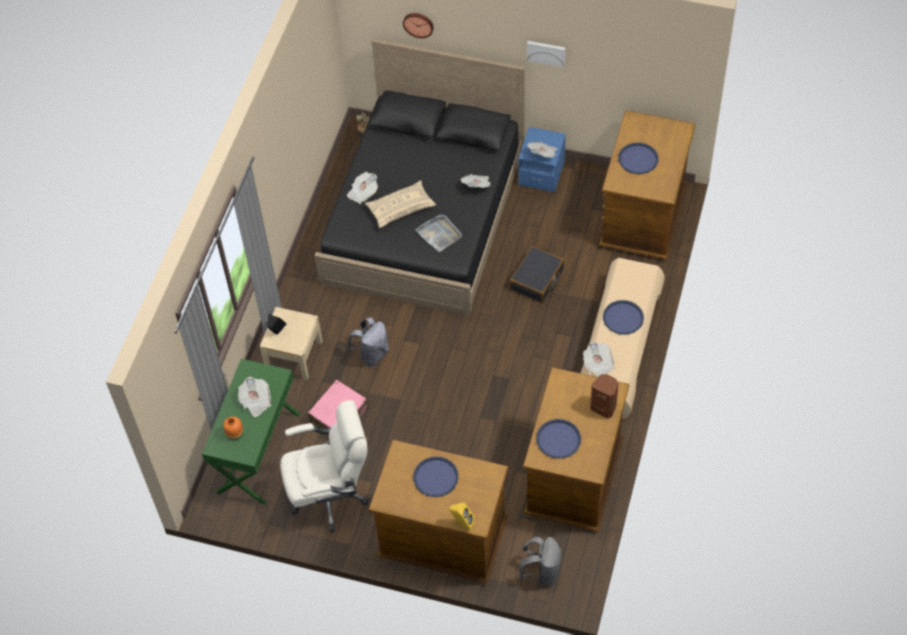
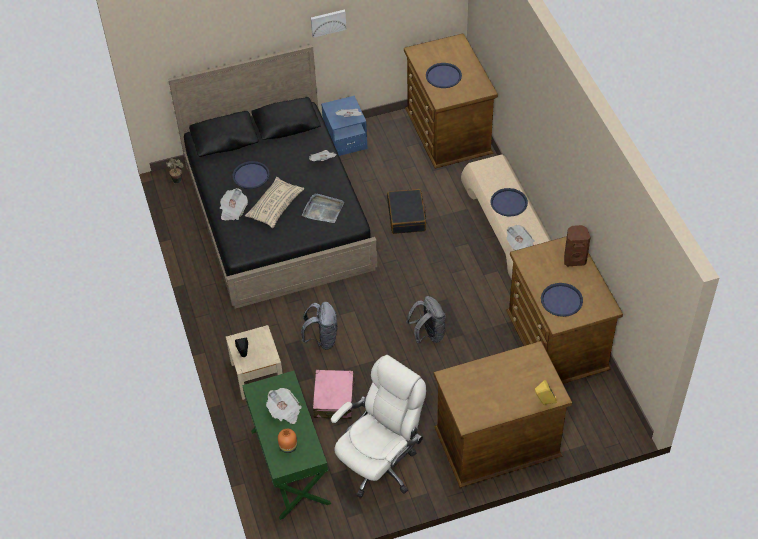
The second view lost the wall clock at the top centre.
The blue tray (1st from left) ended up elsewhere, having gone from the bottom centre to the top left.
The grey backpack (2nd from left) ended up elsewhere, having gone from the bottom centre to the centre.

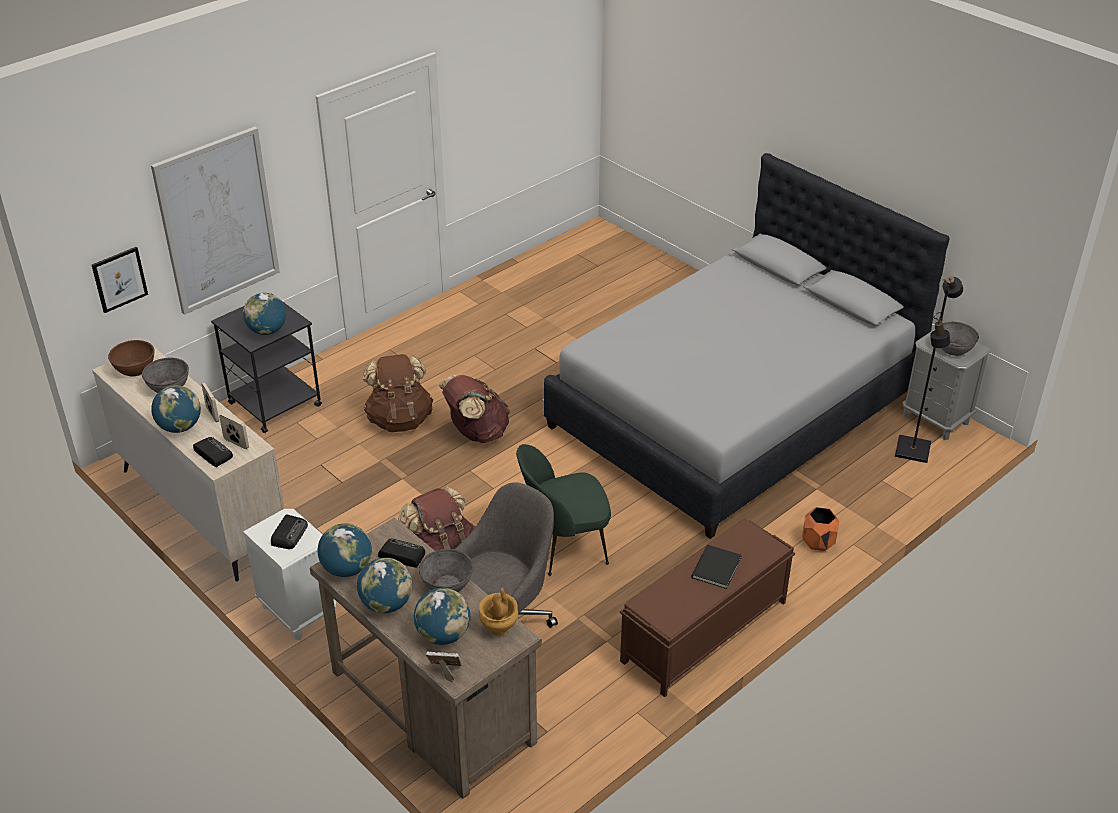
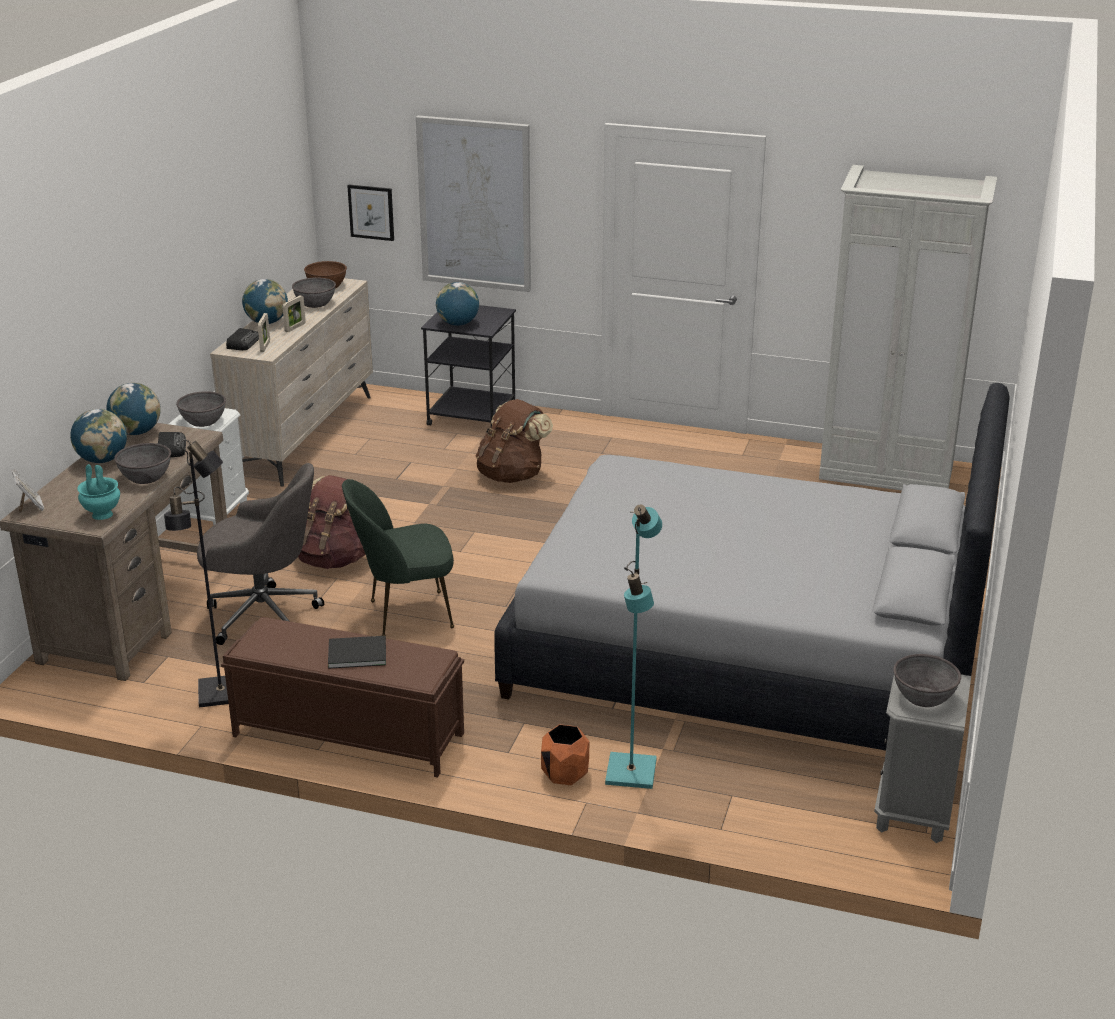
The second view lost the globe (5th from left) at the bottom centre.
The second view lost the brown backpack (3rd from left) at the centre.
The second view gained the turquoise floor lamp at the centre.
The second view gained the white wardrobe at the top right.
The black floor lamp ended up elsewhere, having gone from the middle right to the middle left.
Where the radio (2nd from left) stood at the middle left, the grey bowl (2nd from left) came to stand at the middle left.
What was the brown vase at the bottom centre turned into the turquoise vase at the middle left.
The green chair at the centre ended up facing another way, 60 degrees counterclockwise from before.

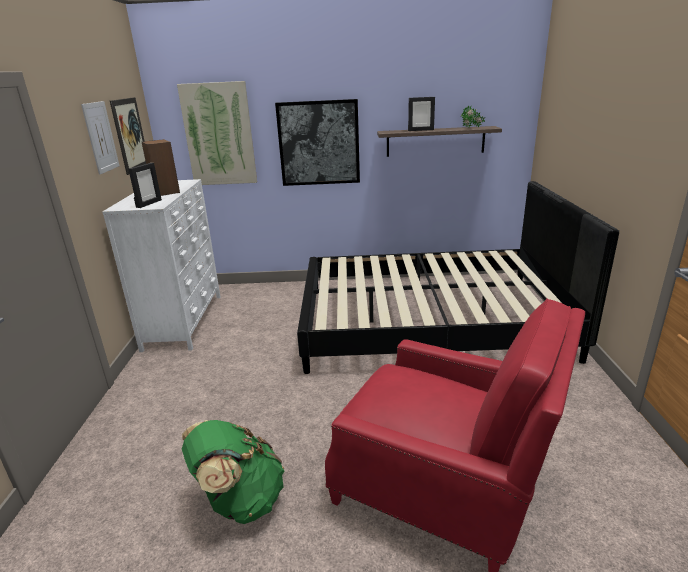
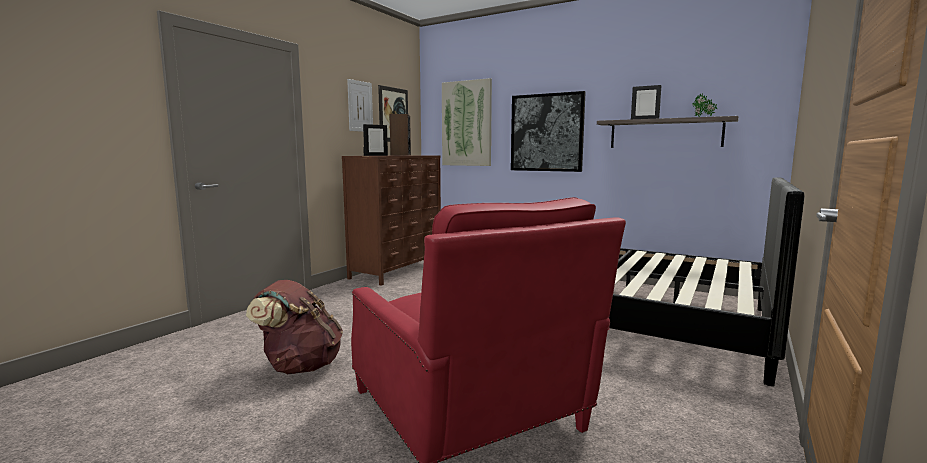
What was the white dresser at the middle left turned into the brown dresser at the centre.
What was the green backpack at the bottom centre turned into the brown backpack at the bottom left.

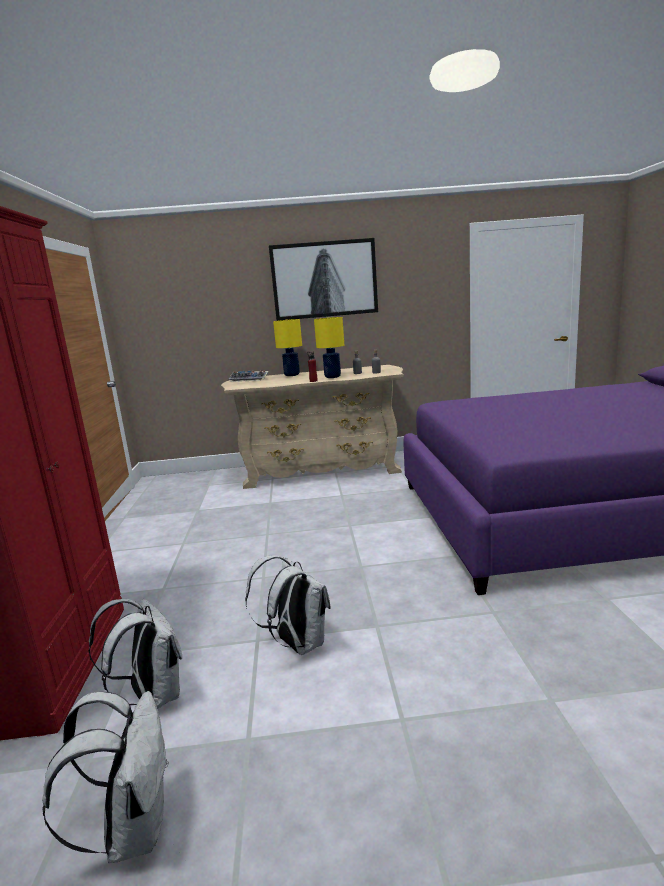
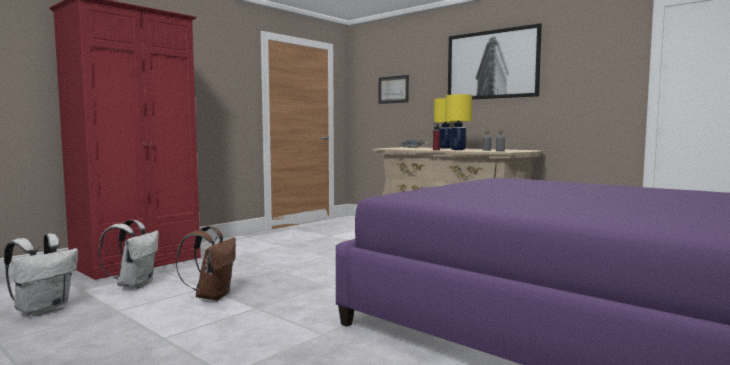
The second view gained the picture (1st from left) at the top centre.
What was the white backpack (3rd from left) at the bottom centre turned into the brown backpack at the bottom left.

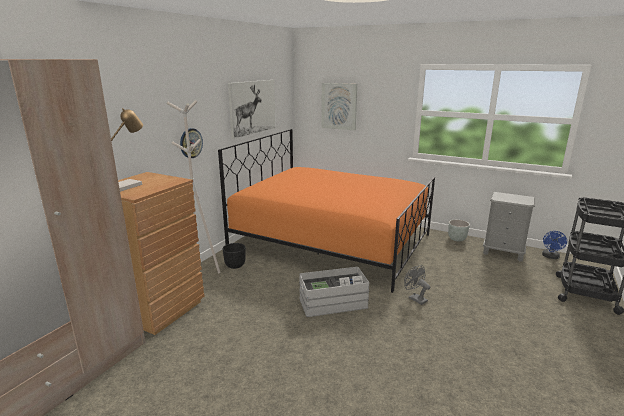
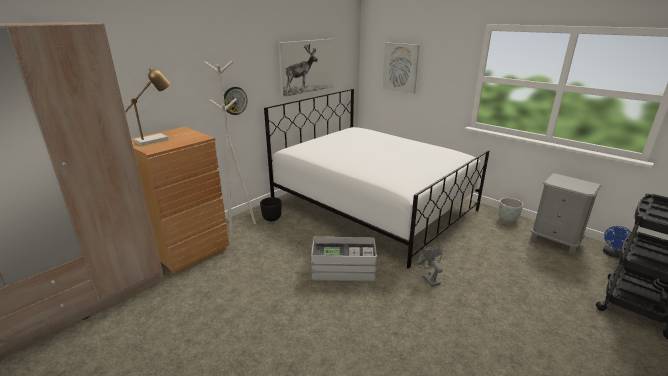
What was the orange bed at the centre turned into the white bed at the centre.

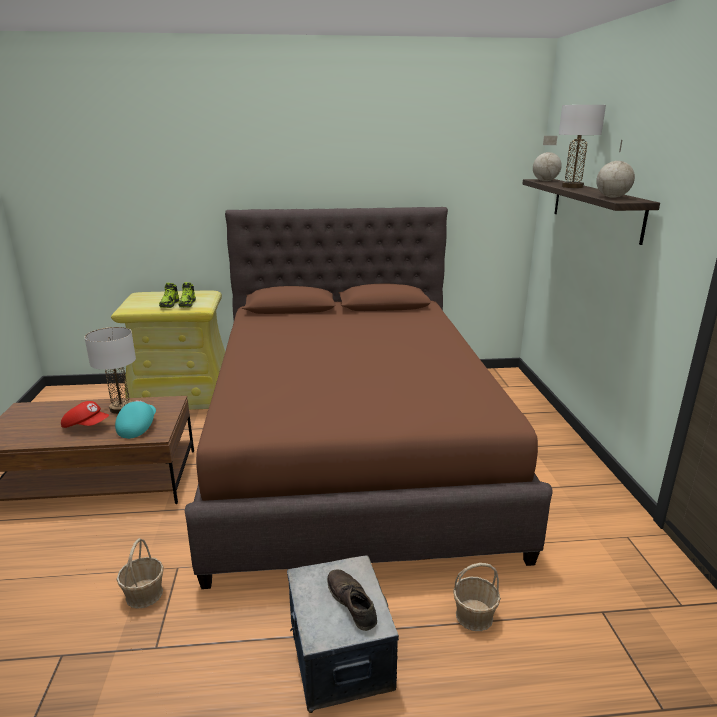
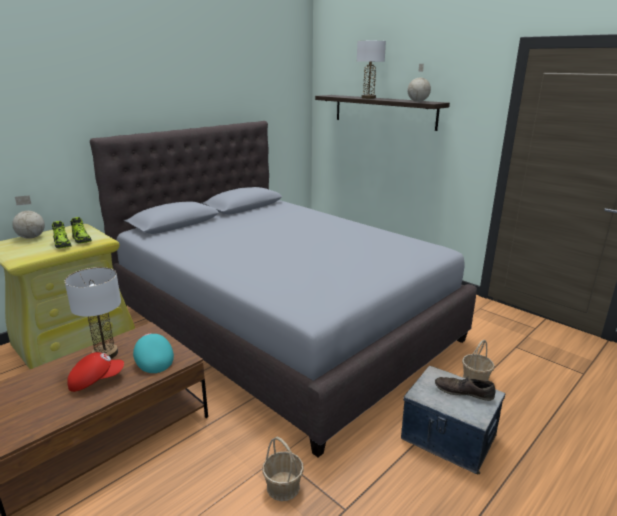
The globe (1st from left) ended up elsewhere, having gone from the top right to the middle left.
What was the brown bed at the centre turned into the grey bed at the centre.

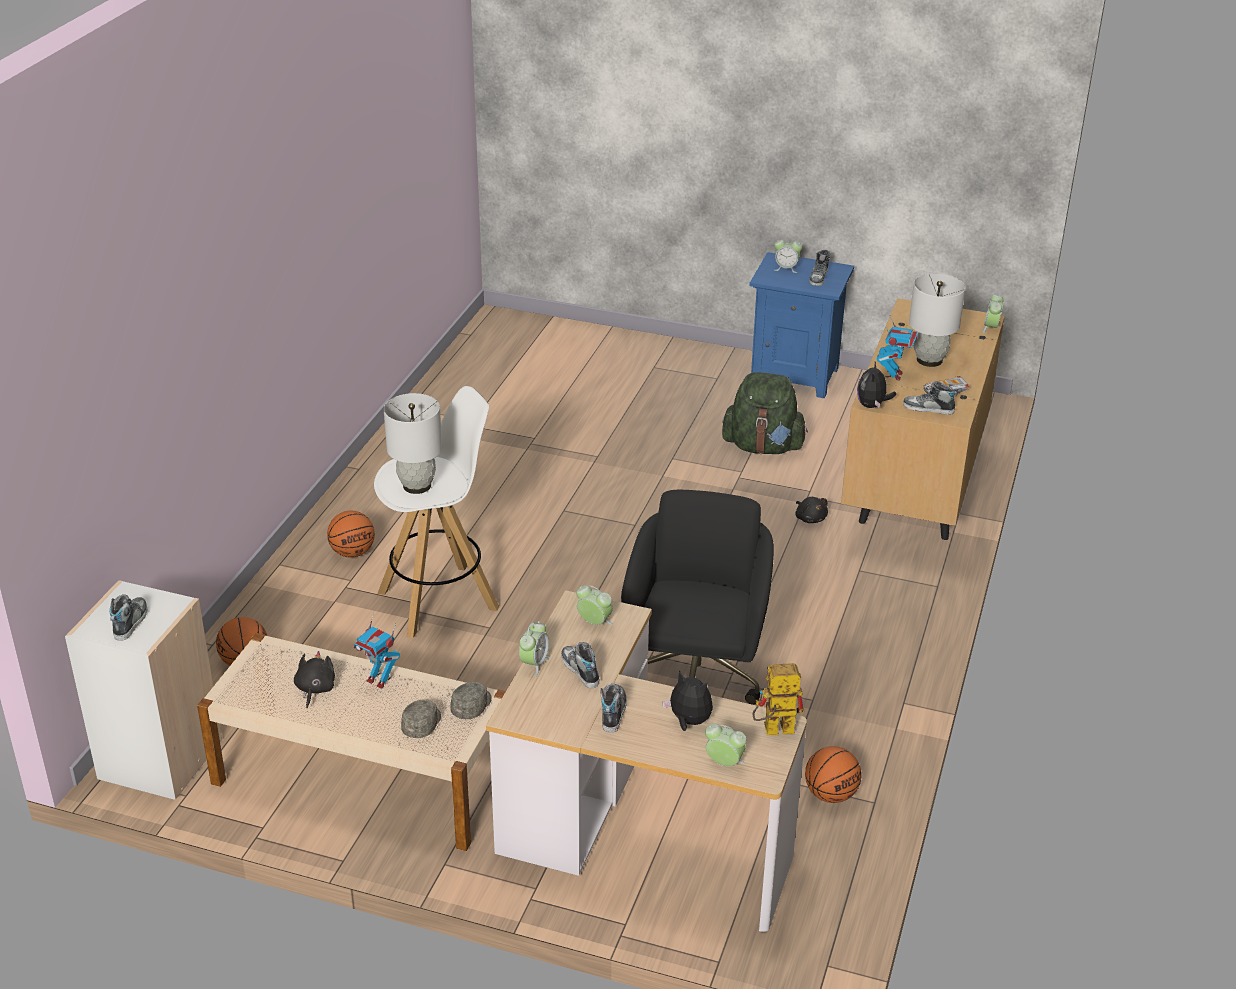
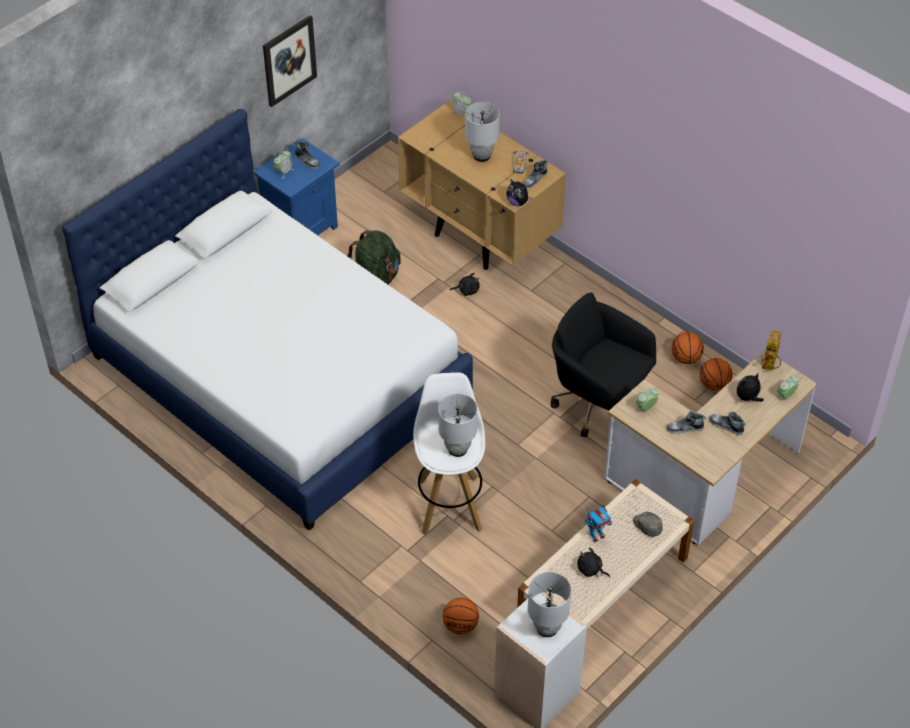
The second view lost the grey cap (2nd from left) at the bottom centre.
The second view lost the alarm clock (1st from left) at the centre.
The second view lost the toy robot (3rd from left) at the middle right.
The second view gained the white bed at the middle left.
The second view gained the picture at the top left.
The basketball (2nd from left) ended up elsewhere, having gone from the middle left to the middle right.
Where the shoe (1st from left) stood at the middle left, the white table lamp (3rd from left) came to stand at the bottom centre.

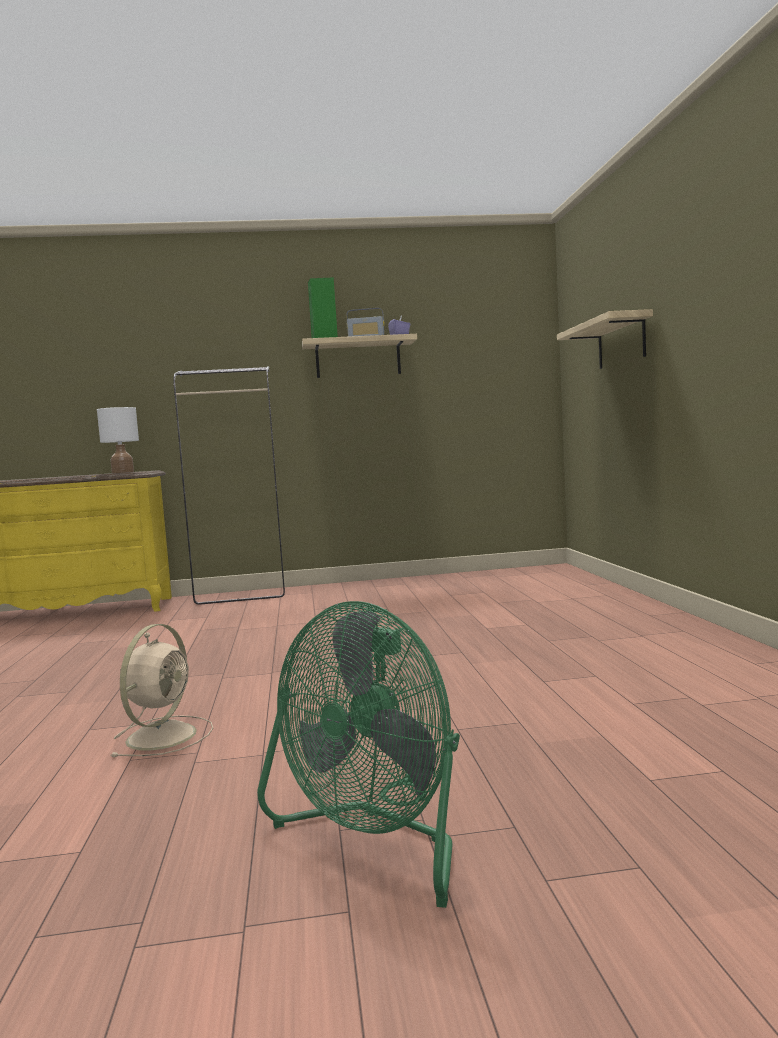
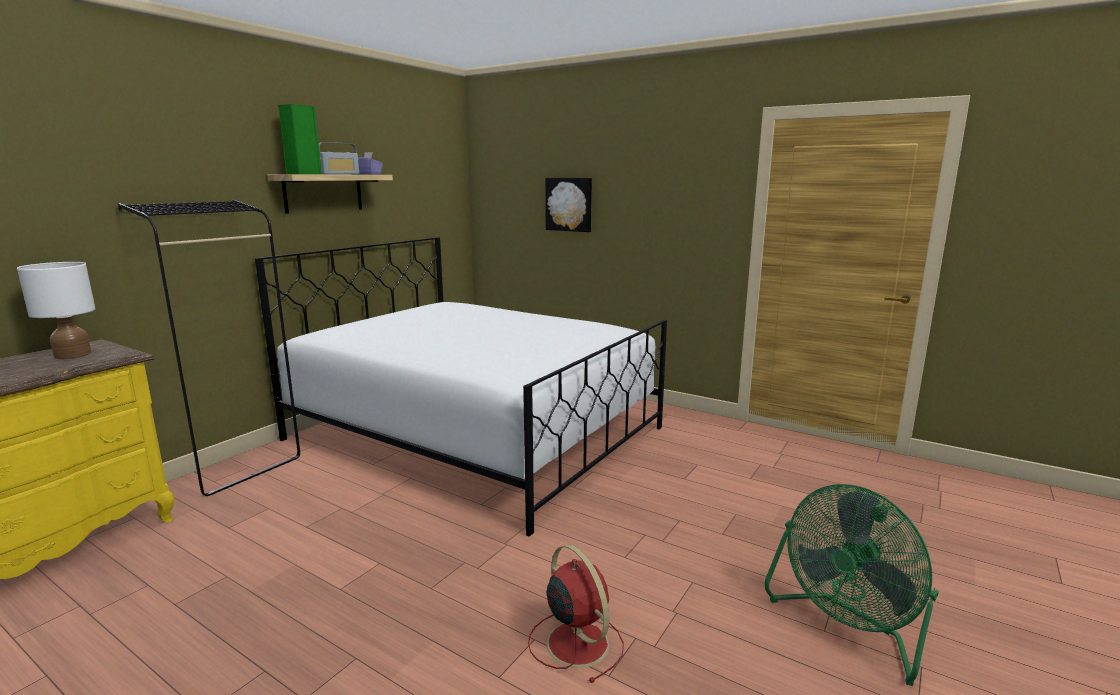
The second view gained the white bed at the centre.
Where the shelf (2nd from left) hung at the top right, the picture came to hang at the top centre.
What was the beige fan at the middle left turned into the red fan at the bottom centre.
The green fan at the bottom centre ended up facing another way, 60 degrees clockwise from before.

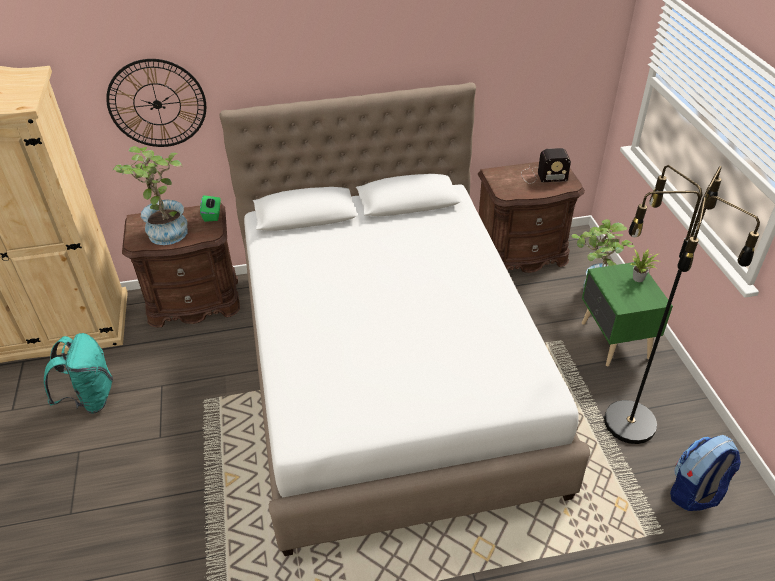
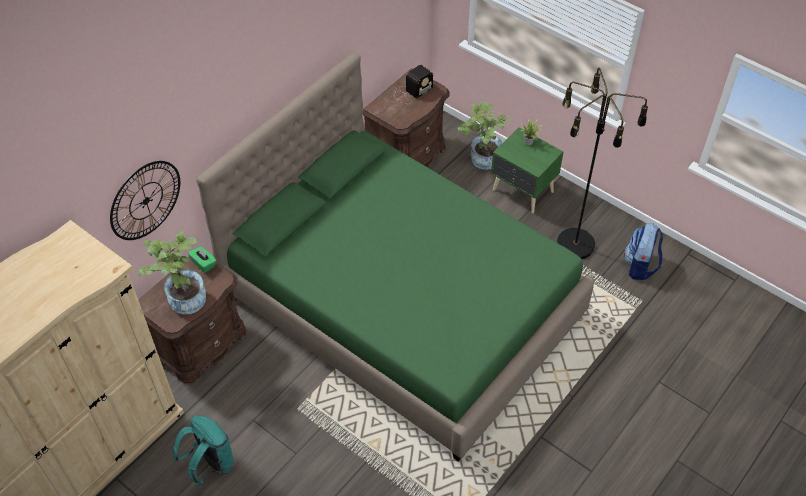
What was the white bed at the centre turned into the green bed at the centre.

